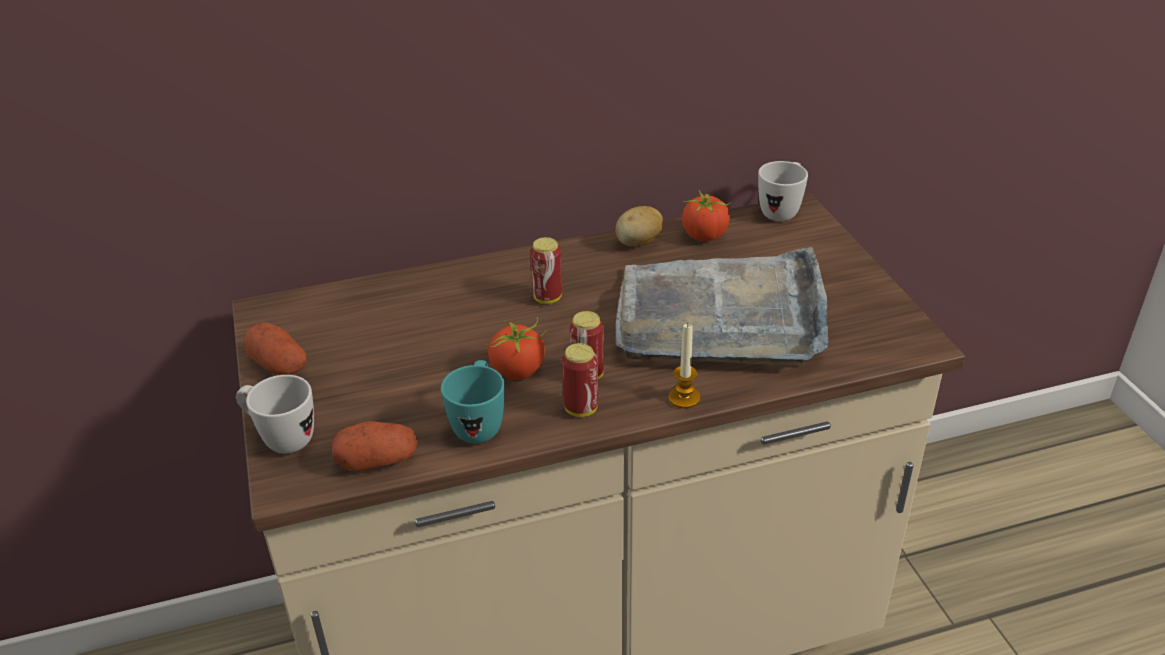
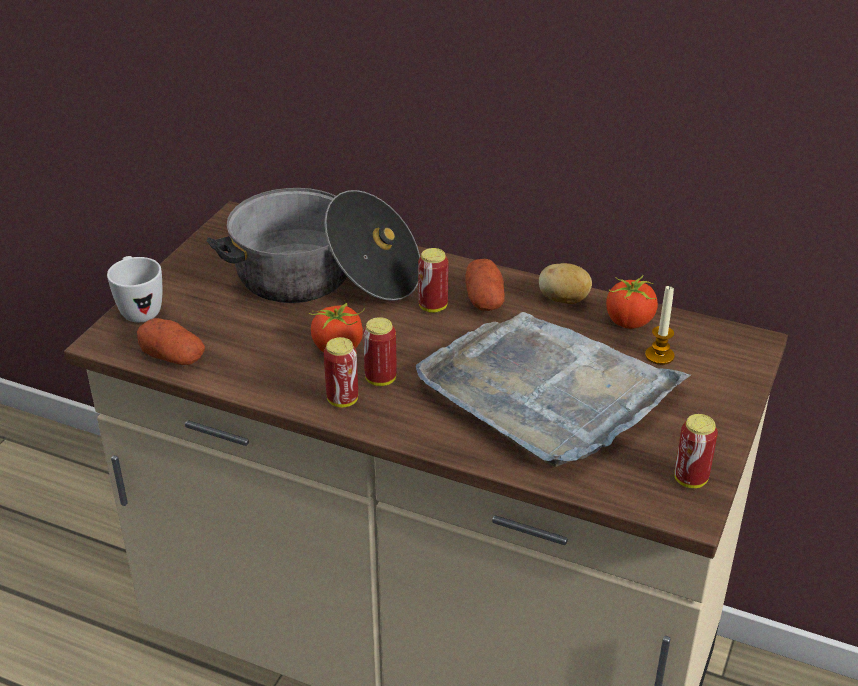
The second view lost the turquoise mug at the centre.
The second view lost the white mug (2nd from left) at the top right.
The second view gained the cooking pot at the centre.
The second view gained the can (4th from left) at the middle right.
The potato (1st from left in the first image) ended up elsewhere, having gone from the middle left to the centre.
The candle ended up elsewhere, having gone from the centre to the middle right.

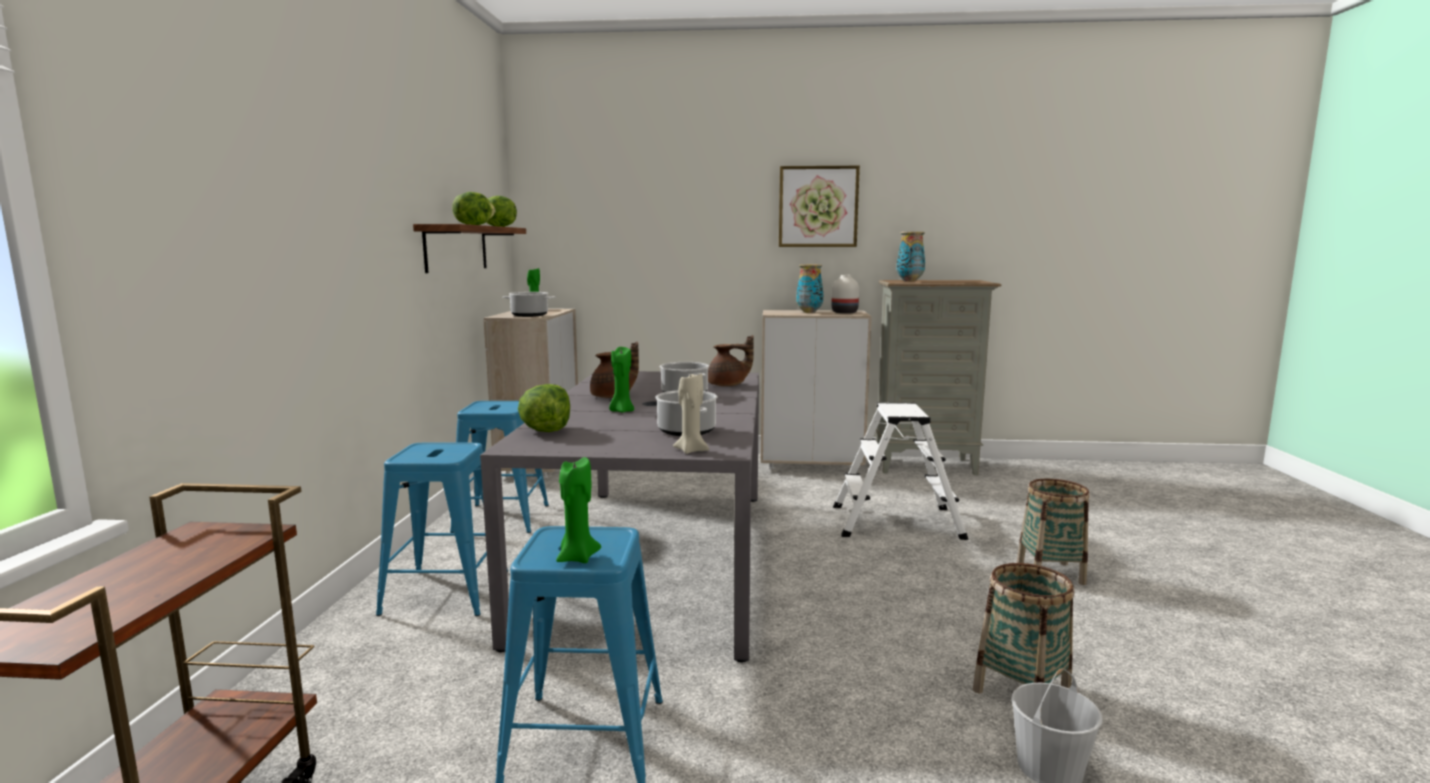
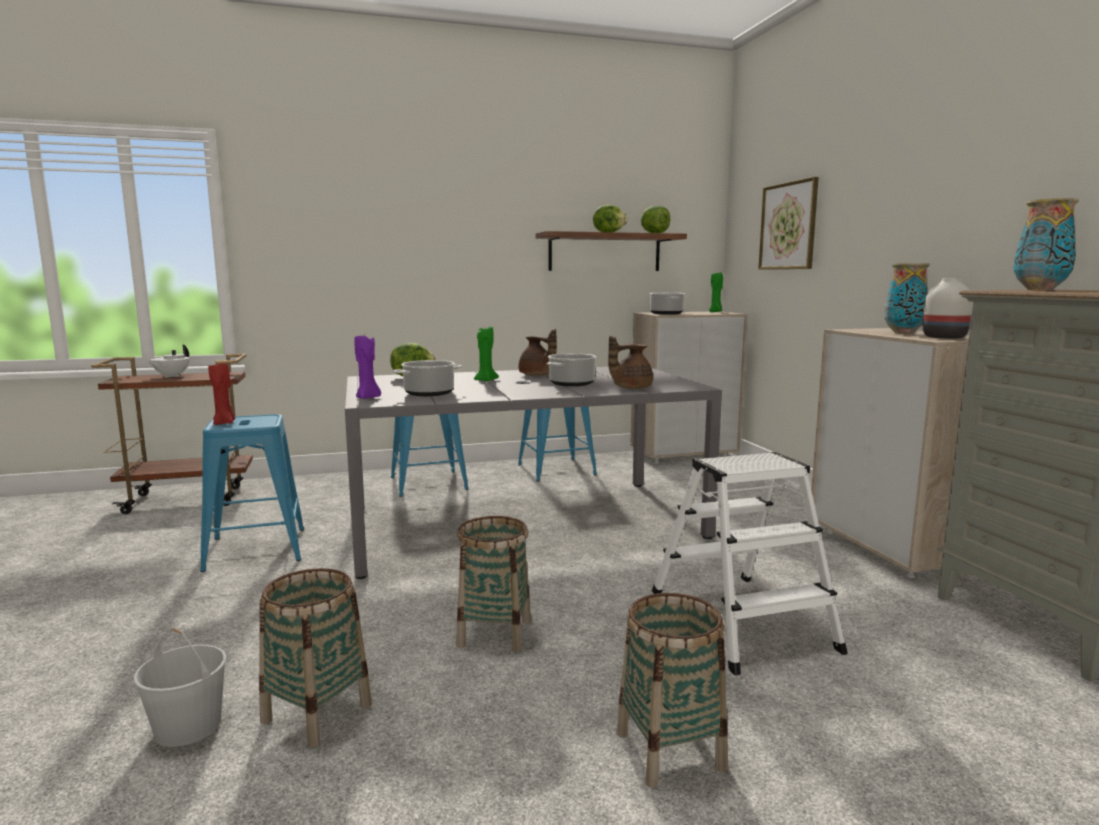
The second view gained the white teapot at the middle left.
The second view gained the basket (2nd from left) at the bottom centre.
The picture ended up elsewhere, having gone from the top centre to the top right.
What was the green candle (2nd from left) at the centre turned into the red candle at the middle left.
What was the beige candle at the centre turned into the purple candle at the centre.
The brown teapot (2nd from left) at the centre ended up facing another way, 90 degrees clockwise from before.

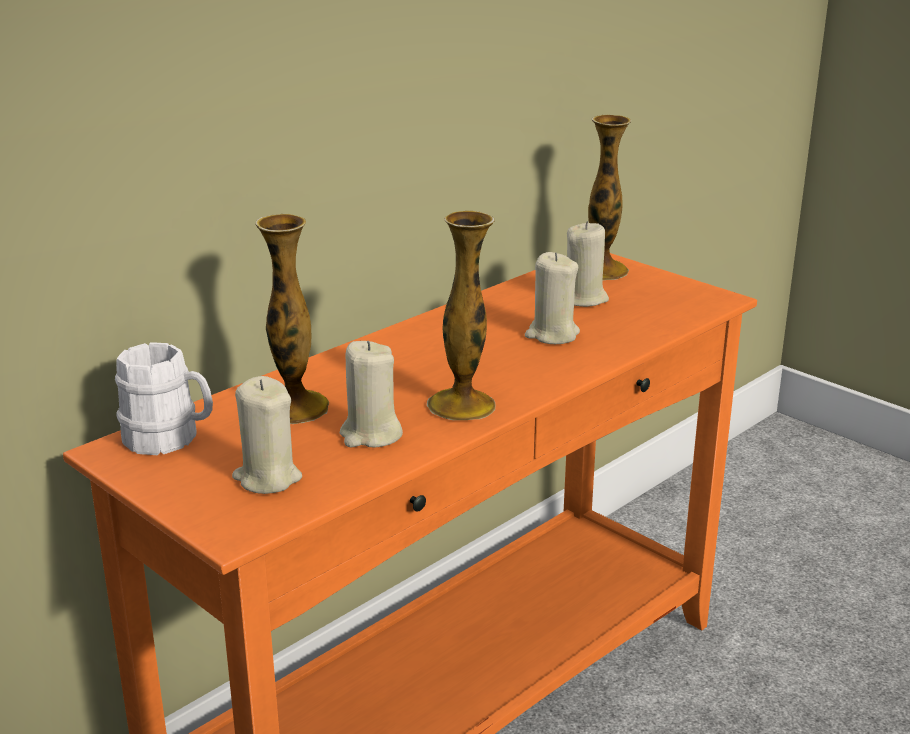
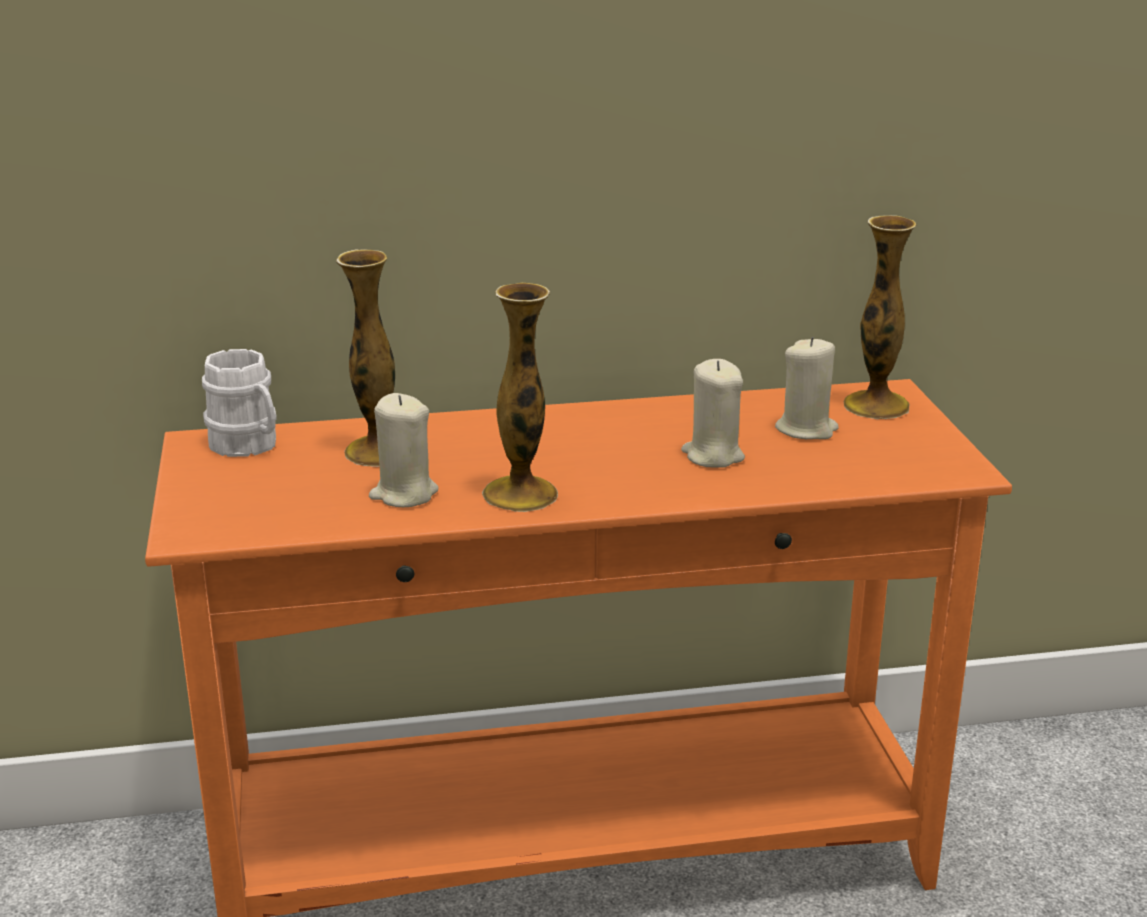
The second view lost the beige candle (1st from left) at the middle left.

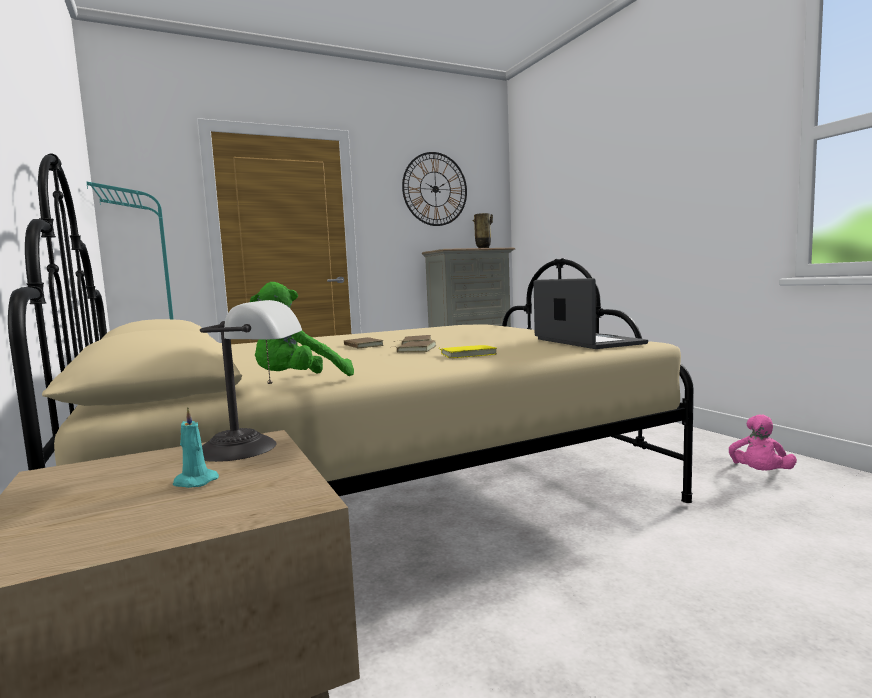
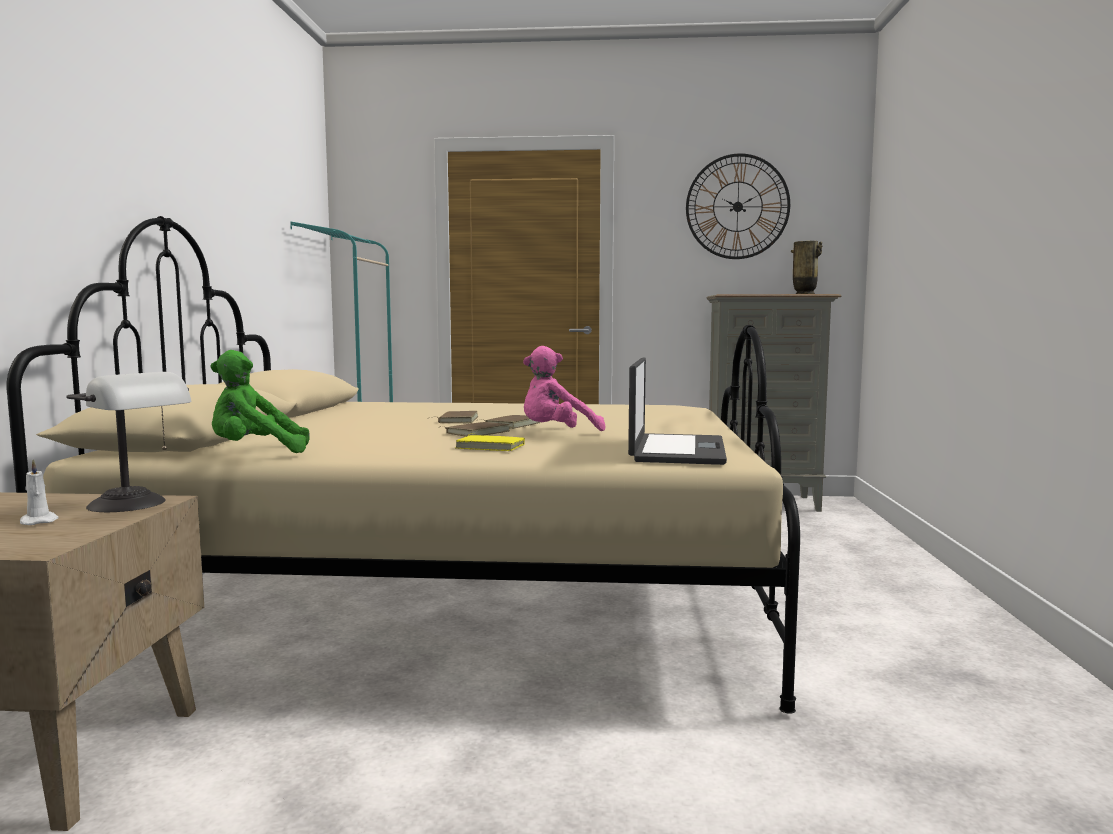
The pink plush toy ended up elsewhere, having gone from the middle right to the centre.
What was the turquoise candle at the middle left turned into the white candle at the middle left.

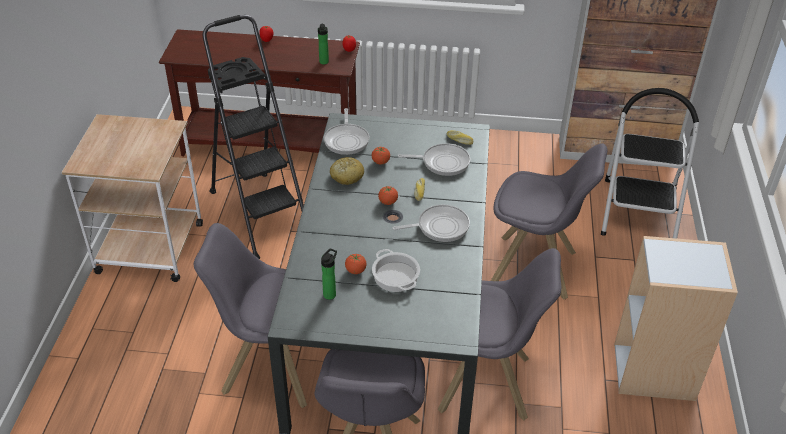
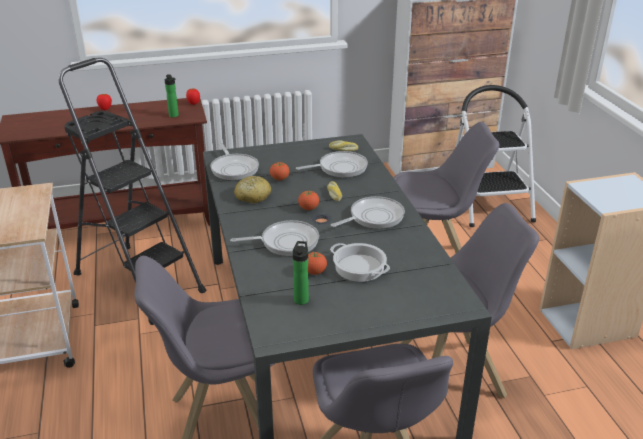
The second view gained the frying pan (2nd from left) at the centre.

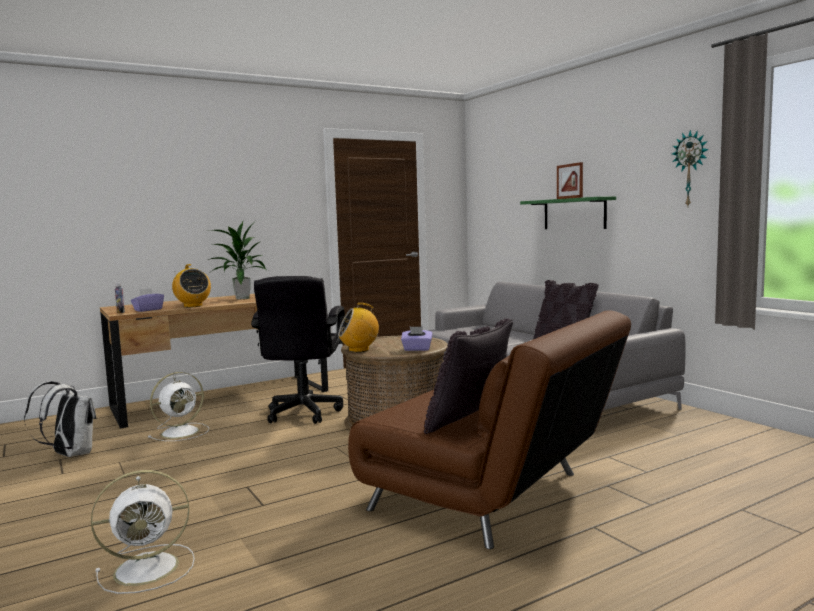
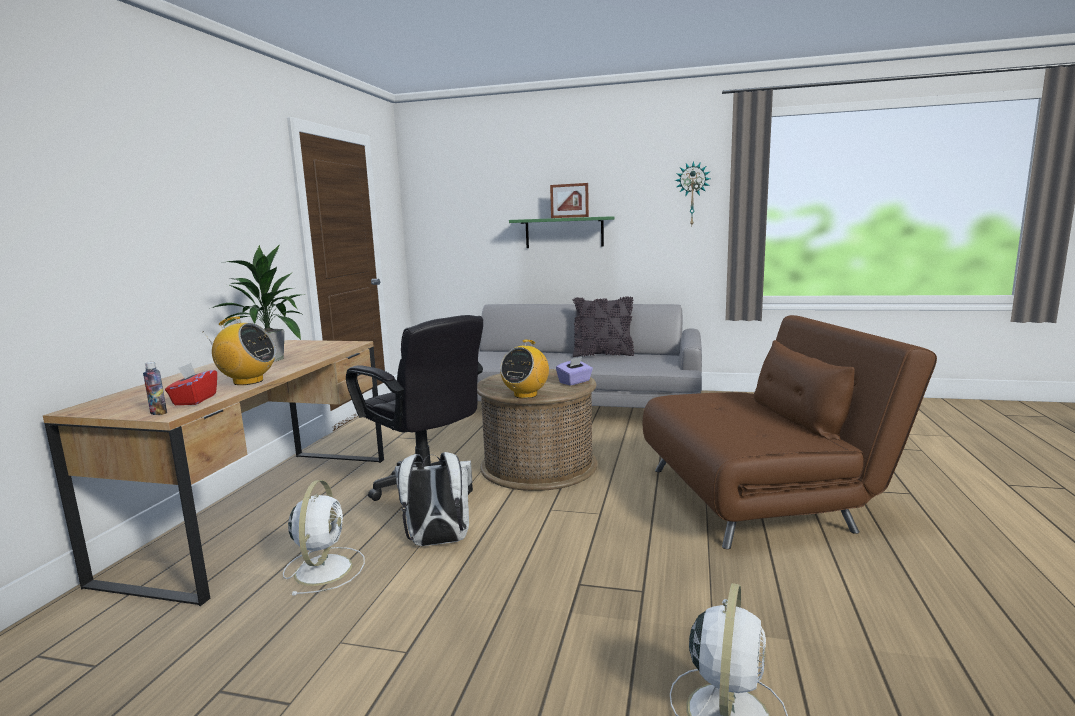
The second view lost the black pillow (1st from left) at the centre.
The white backpack ended up elsewhere, having gone from the bottom left to the bottom centre.
What was the purple tissue box (1st from left) at the middle left turned into the red tissue box at the middle left.

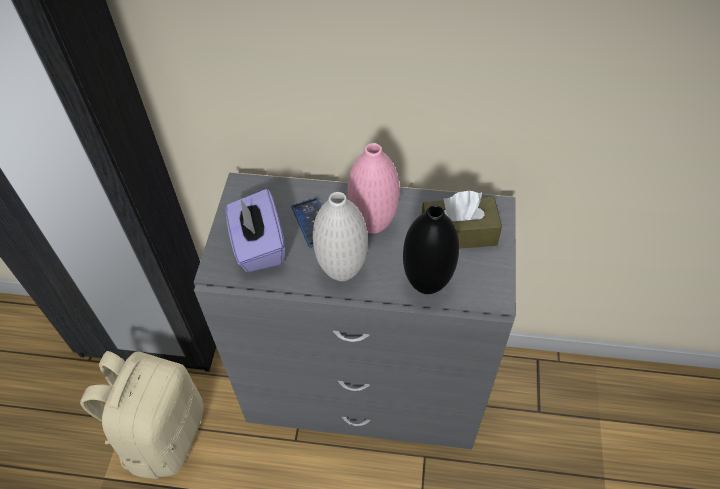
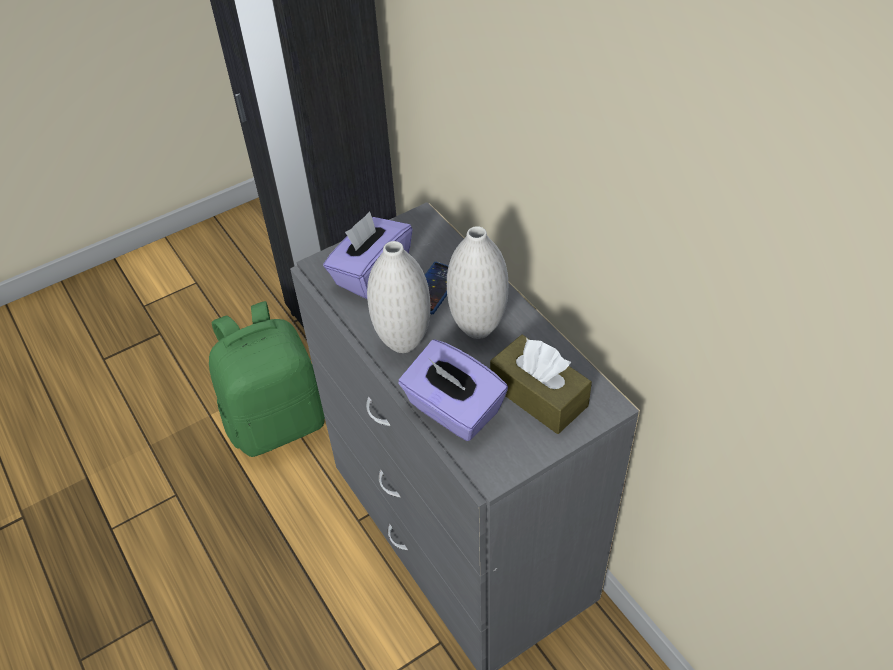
Where the black vase stood at the centre, the purple tissue box (2nd from left) came to stand at the centre.
What was the beige backpack at the bottom left turned into the green backpack at the middle left.
What was the pink vase at the centre turned into the white vase (2nd from left) at the centre.

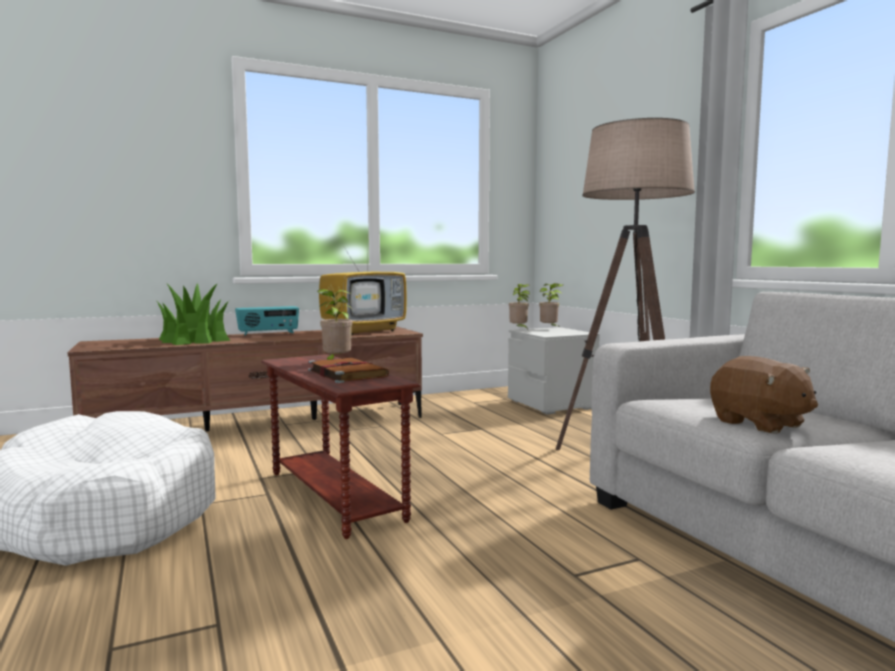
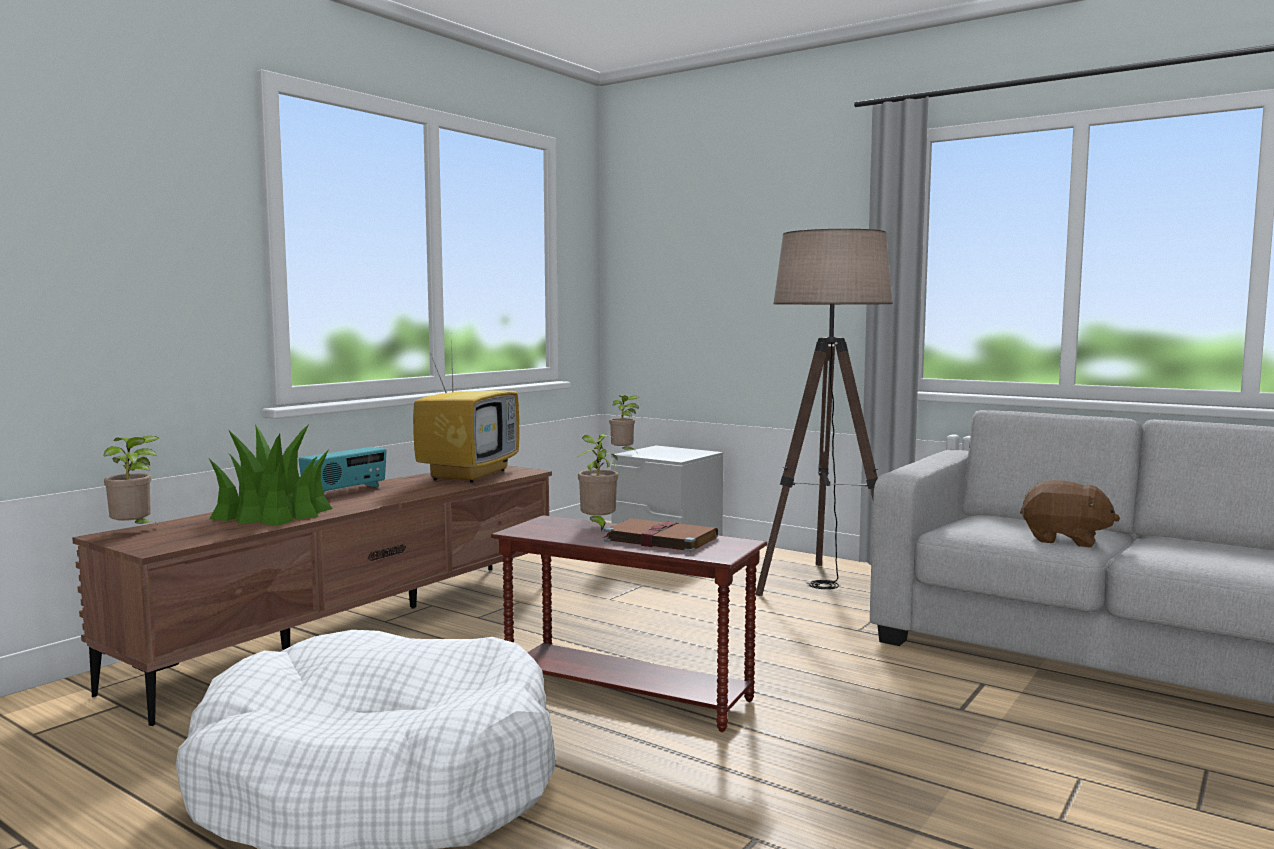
The potted plant (4th from left in the first image) ended up elsewhere, having gone from the centre to the middle left.

